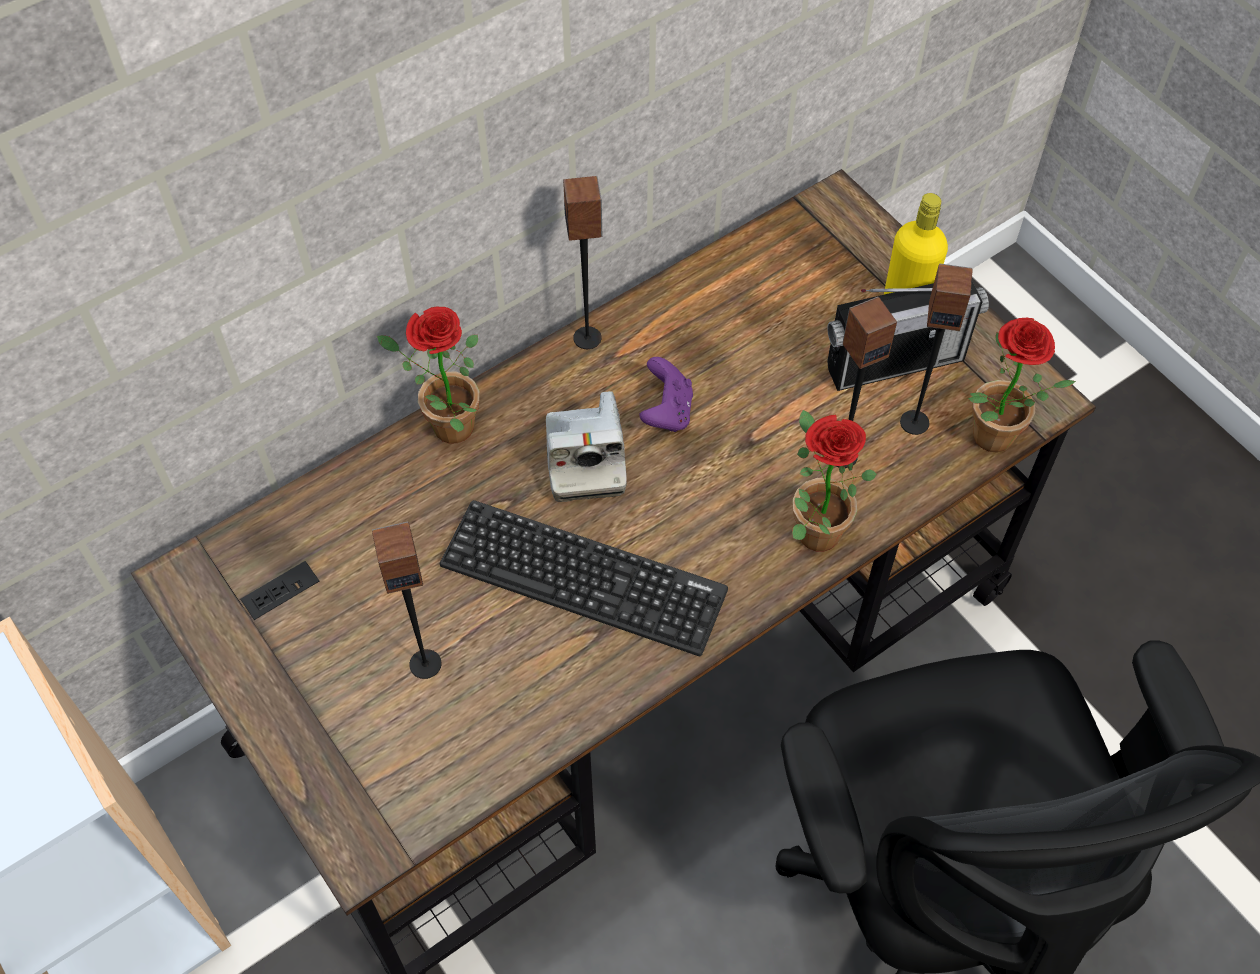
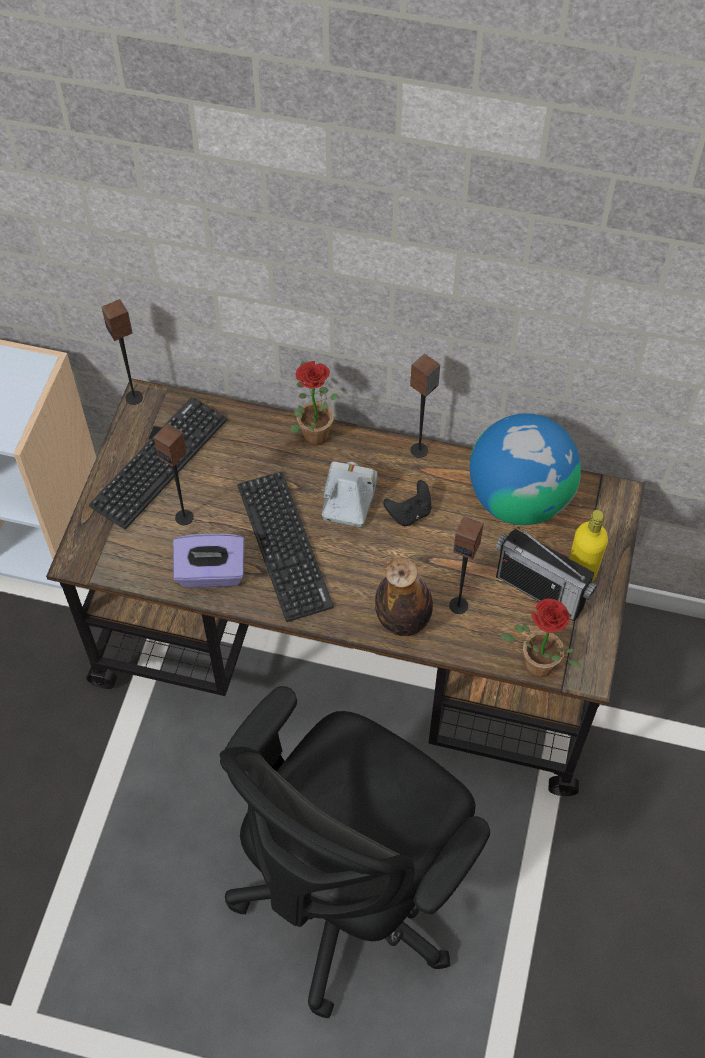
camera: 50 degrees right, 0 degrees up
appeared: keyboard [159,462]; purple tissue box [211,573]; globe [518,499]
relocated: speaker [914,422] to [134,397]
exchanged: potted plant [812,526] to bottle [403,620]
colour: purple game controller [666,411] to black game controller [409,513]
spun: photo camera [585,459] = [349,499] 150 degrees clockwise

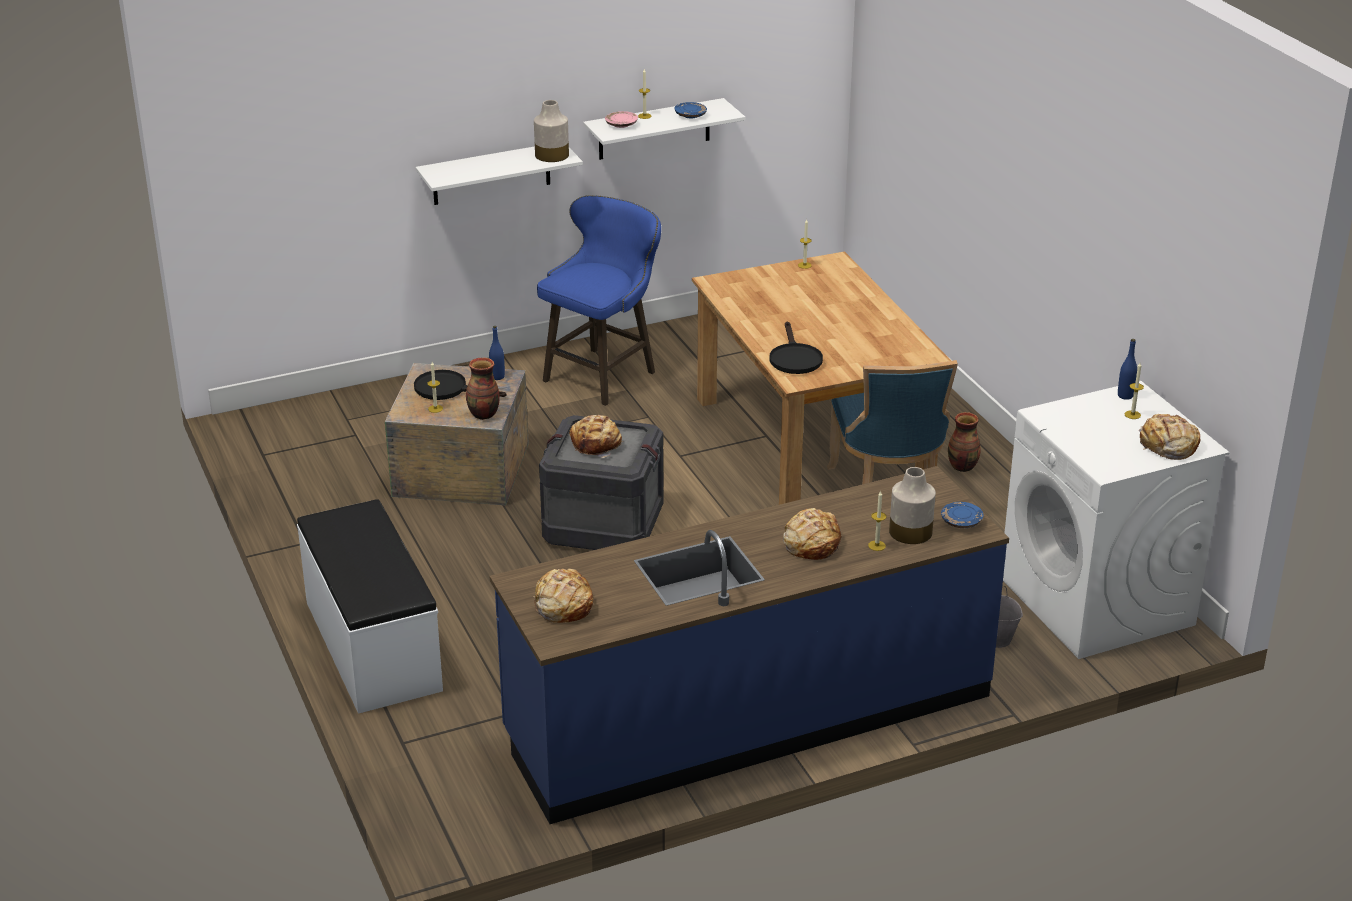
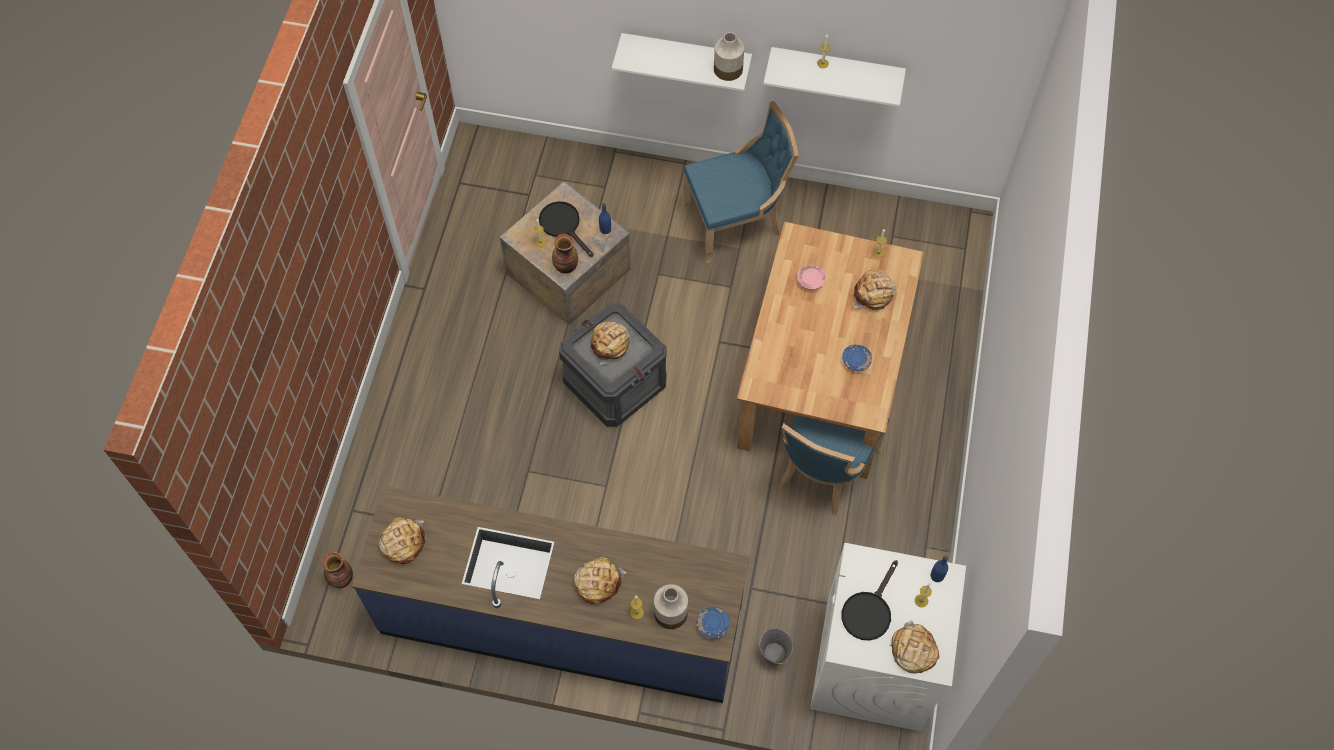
camera: 35 degrees right, 30 degrees up
missing: white bench [371,646]
appeared: bread [874,294]
relocated: pink plate [621,125] to [810,280]; blue plate [690,115] to [856,360]; black frying pan [794,358] to [868,610]; vase [963,467] to [341,579]
exchanged: blue stool [603,374] to blue chair [736,221]

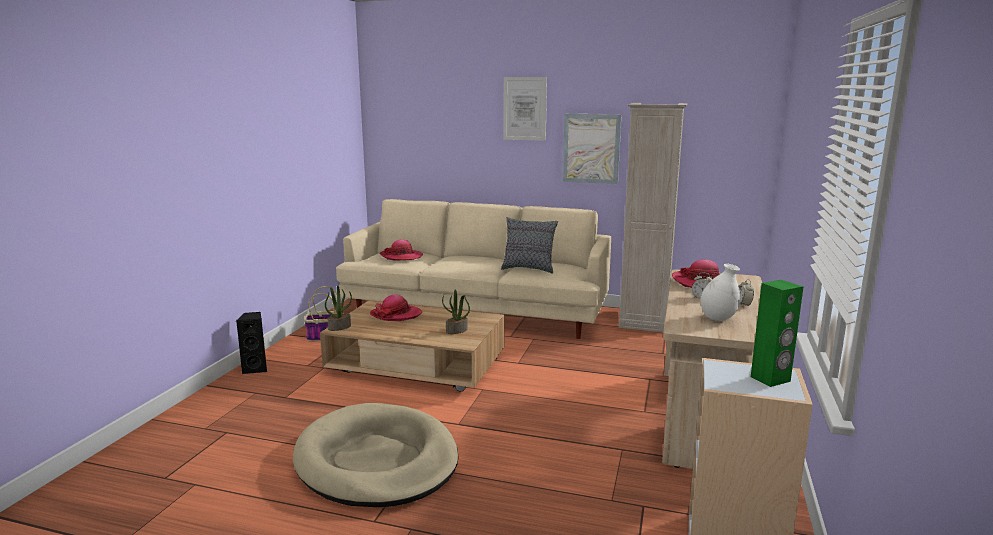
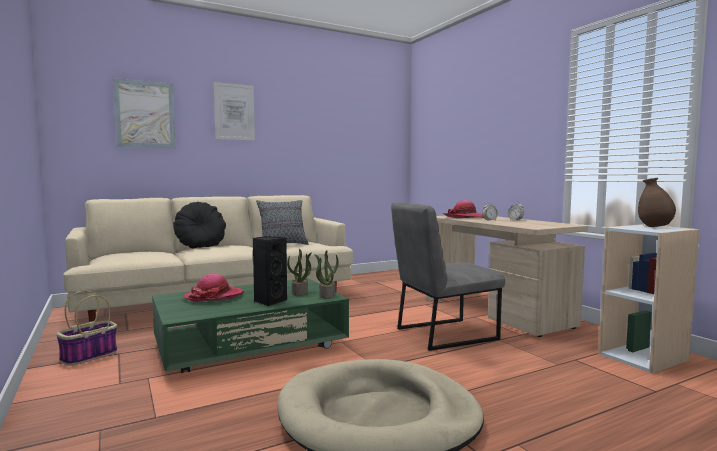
camera: 45 degrees left, 10 degrees down
missing: hat [401,256]; beige cabinet [644,321]; white vase [718,319]
appeared: black pillow [200,247]; grey chair [443,334]
relocated: black speaker [256,368] to [269,301]; potted plant [339,327] to [327,295]; picture [591,148] to [145,114]
exchanged: green speaker [770,379] to brown vase [655,227]
colour: brown coffee table [417,366] to green coffee table [250,346]

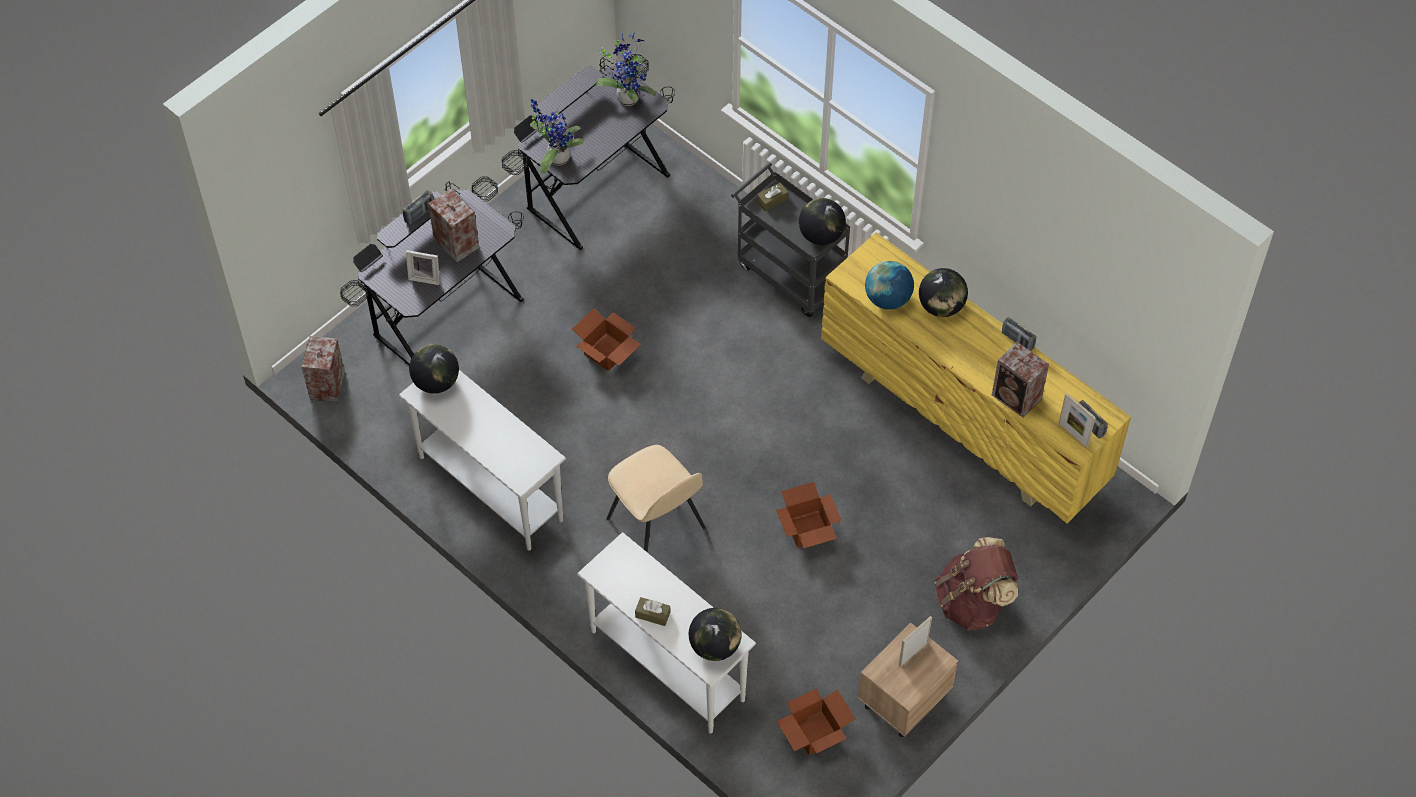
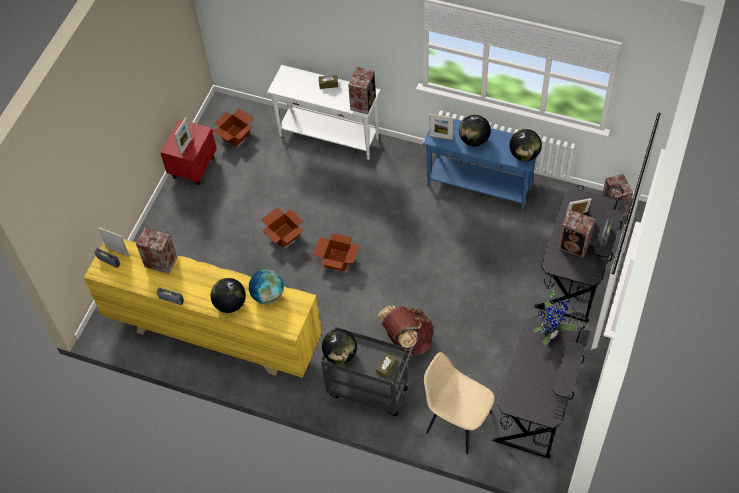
camera: 160 degrees right, 0 degrees up
missing: potted plant [628,96]
appeared: speaker [363,102]; picture frame [441,137]
relocated: cardboard box [607,353] to [337,259]; beige chair [657,525] to [457,421]; globe [714,646] to [474,140]; brown backpack [972,602] to [407,340]
colour: white console table [489,489] to blue console table [479,187]; beige nightstand [903,701] to red nightstand [194,167]

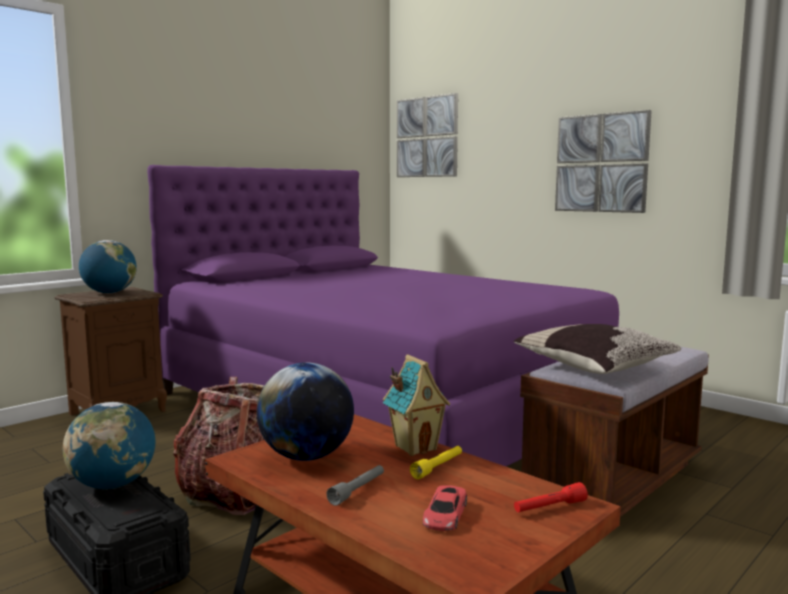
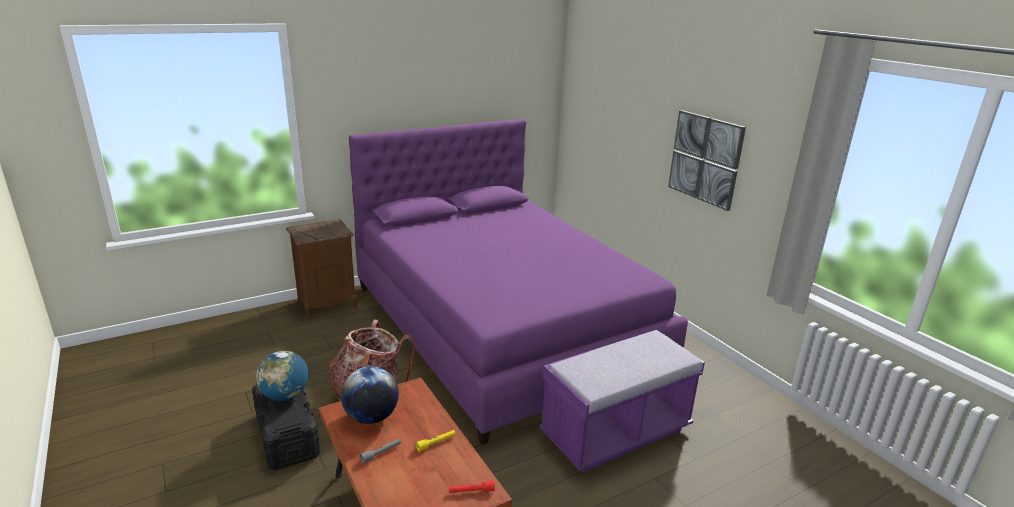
camera: 15 degrees right, 15 degrees up
missing: globe [109,293]; toy house [415,447]; picture [427,137]; red toy car [445,515]; pillow [594,367]
colour: brown bench [613,478] to purple bench [615,432]

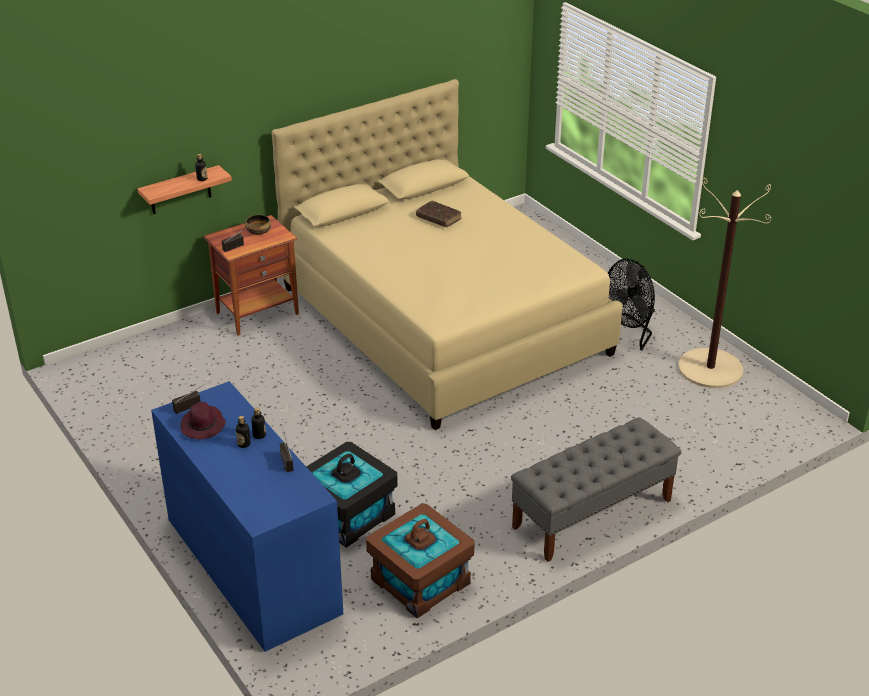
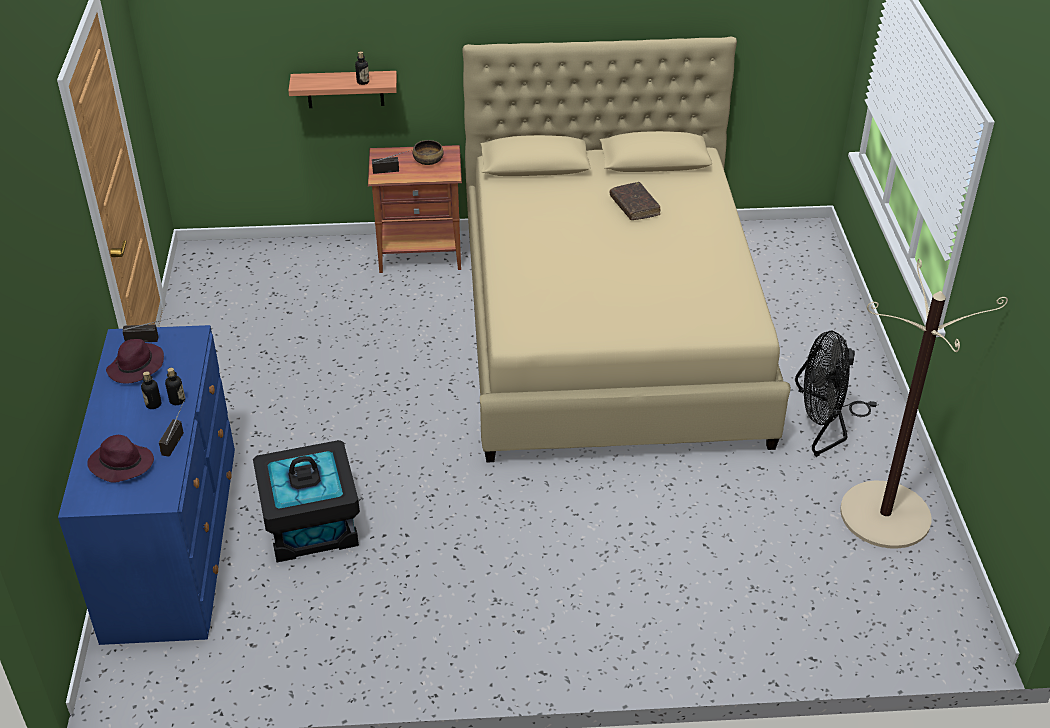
camera: 30 degrees right, 5 degrees up
missing: brown storage box [421,582]; grey bench [592,514]
appeared: purple hat [120,464]

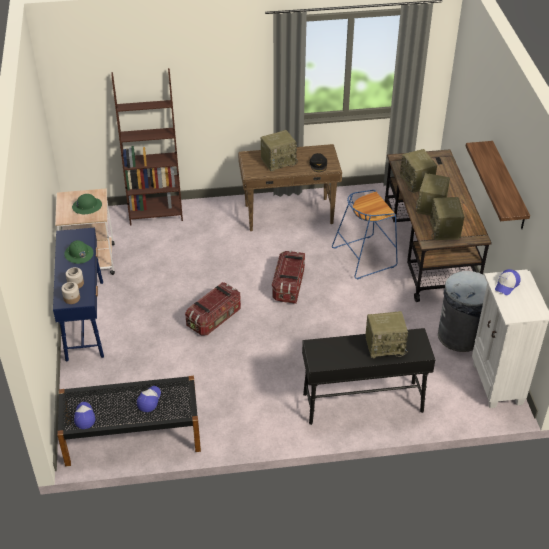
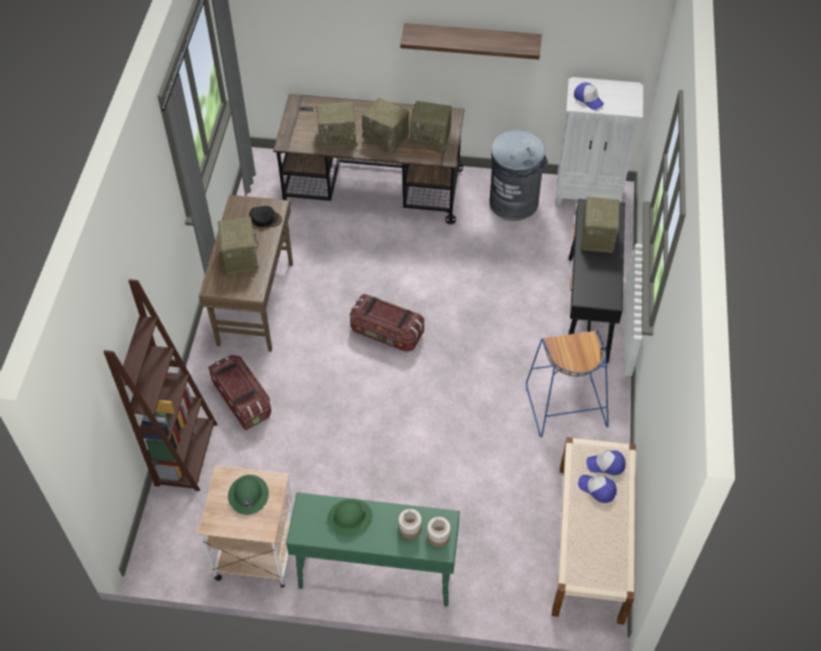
camera: 75 degrees left, 10 degrees up
relocated: cap [84,417] to [606,465]; storage box [215,318] to [242,400]; blue stool [364,256] to [564,405]
colour: blue console table [86,320] to green console table [376,572]; black bench [132,436] to beige bench [591,542]

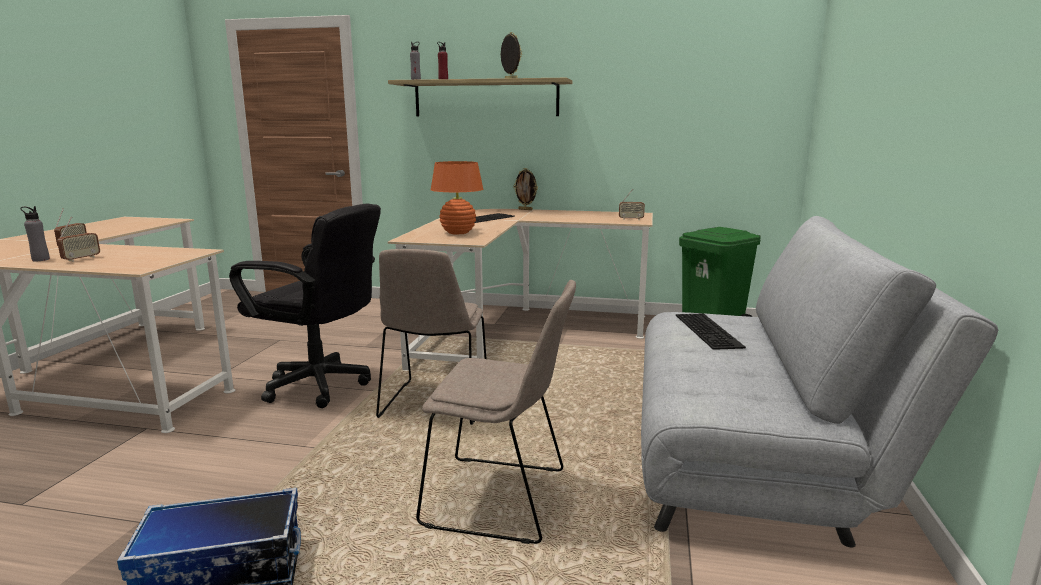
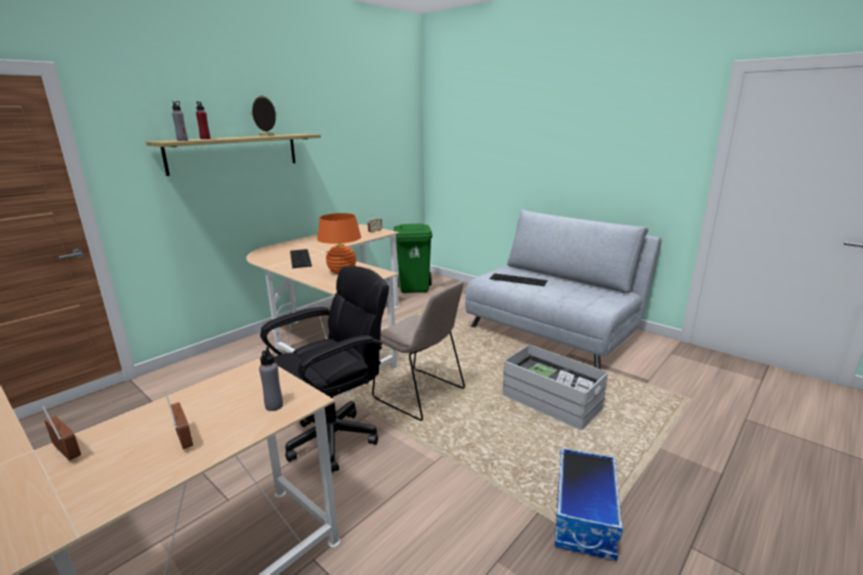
camera: 60 degrees left, 5 degrees up
missing: picture frame [525,209]
relocated: grey bottle [40,259] to [274,406]
exchanged: beige chair [501,499] to grey storage box [552,401]

